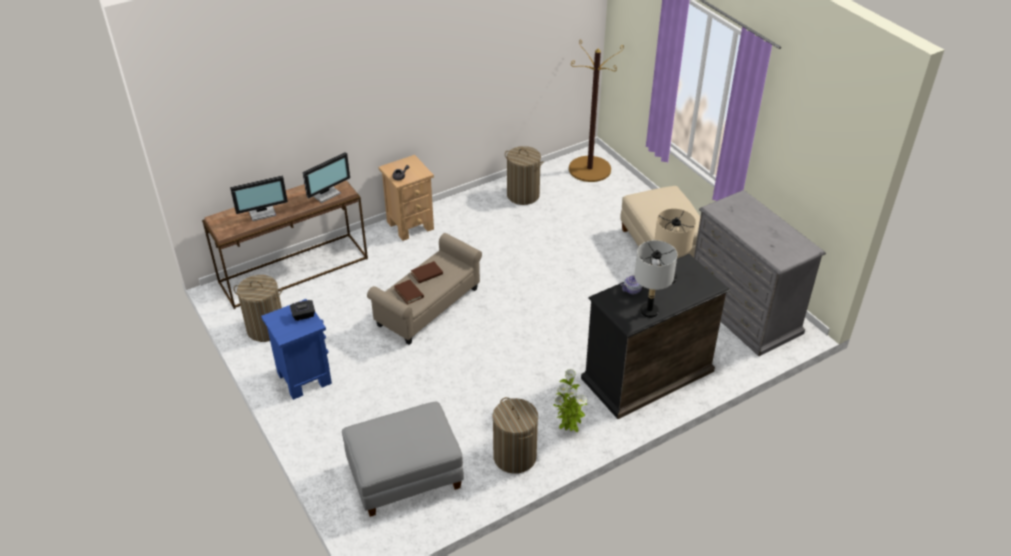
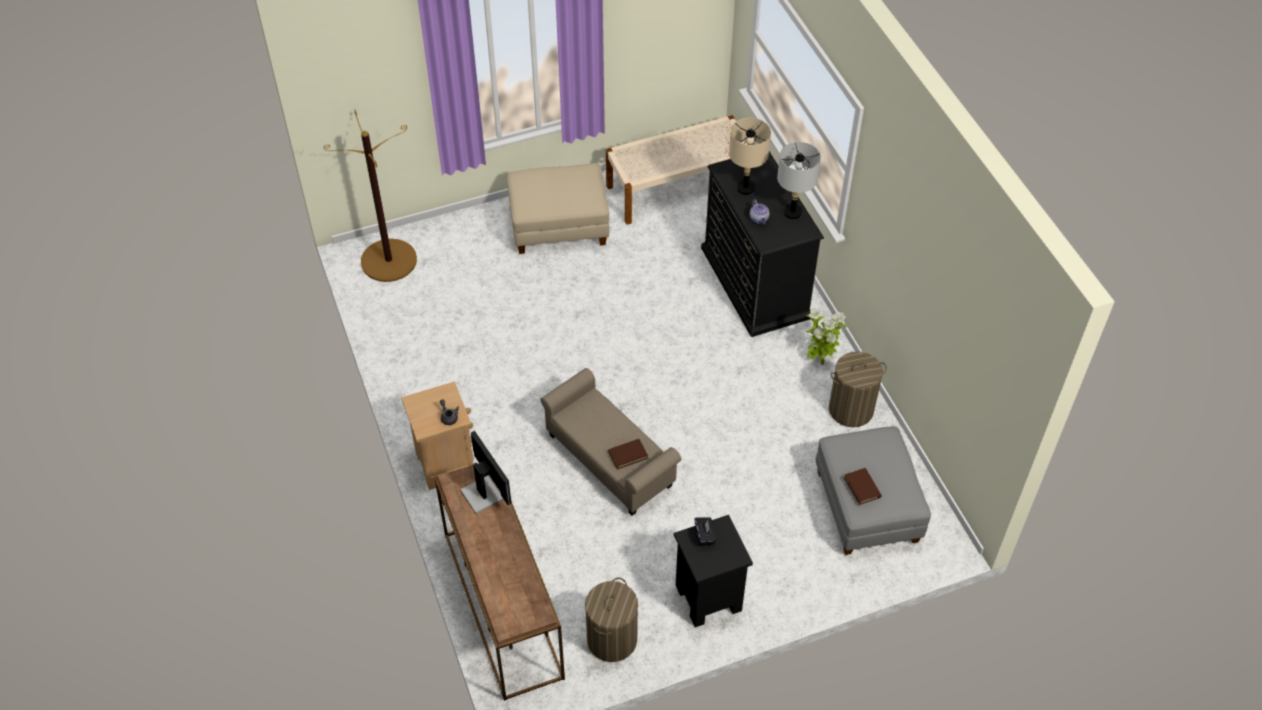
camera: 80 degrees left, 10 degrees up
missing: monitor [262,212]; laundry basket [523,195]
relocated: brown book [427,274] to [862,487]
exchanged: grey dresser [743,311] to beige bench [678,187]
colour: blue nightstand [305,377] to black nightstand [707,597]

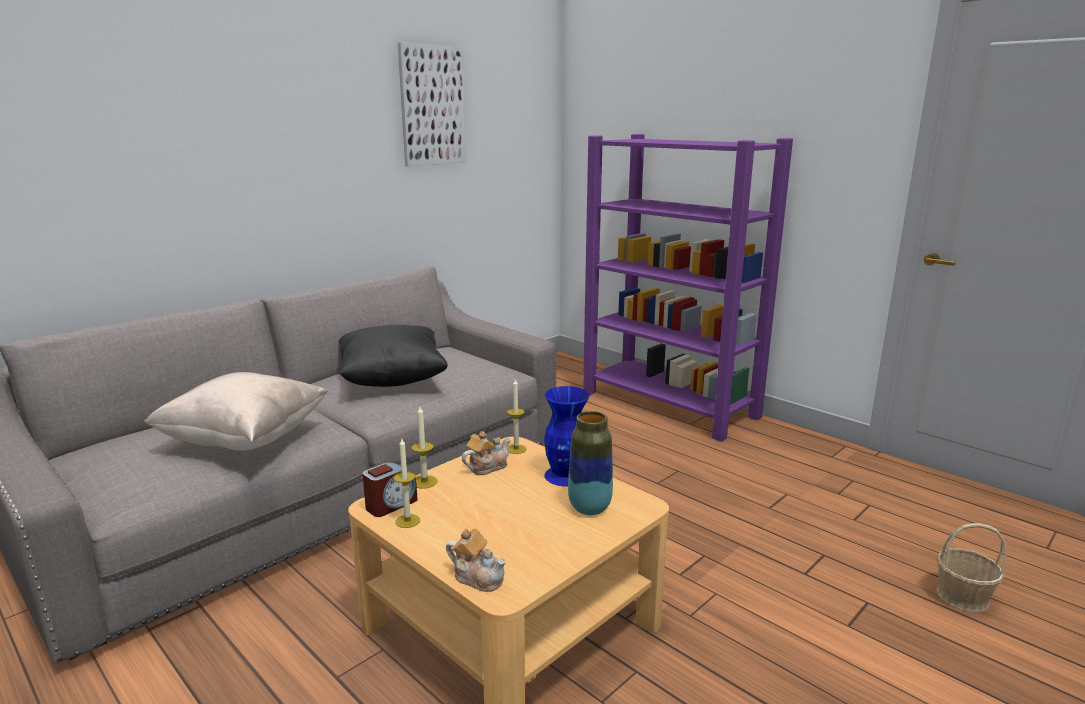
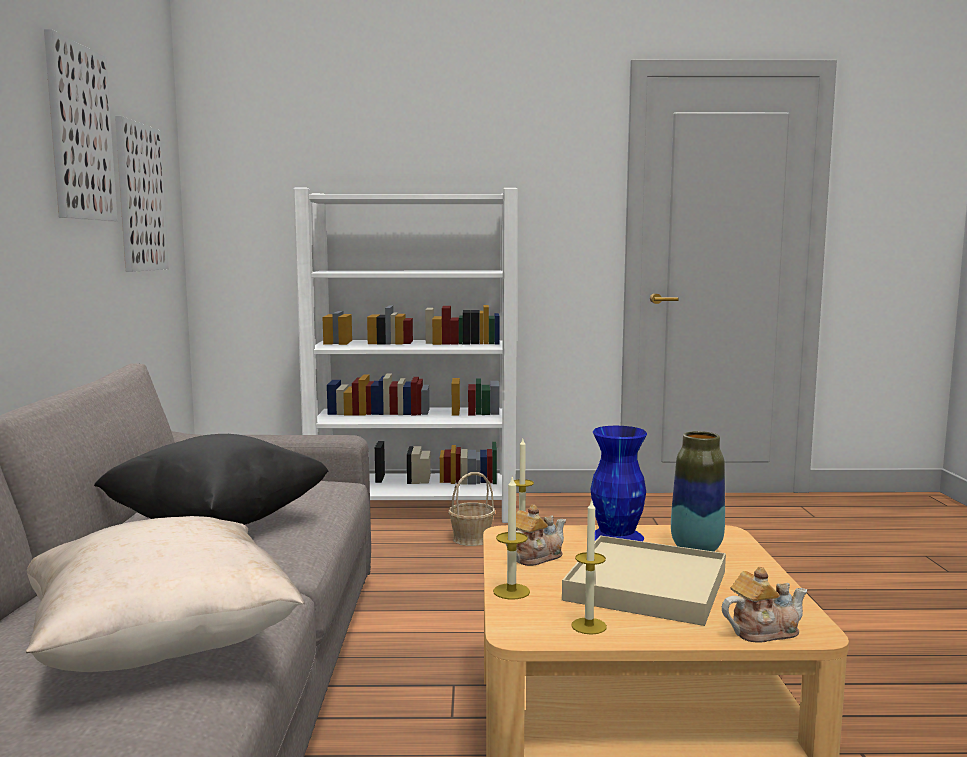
camera: 45 degrees left, 10 degrees down
missing: alarm clock [391,505]
appeared: picture [140,197]; beige tray [646,586]
relocated: basket [962,596] to [471,539]
colour: purple bookcase [669,404] to white bookcase [414,508]
spun: teapot [486,467] = [535,557] 45 degrees clockwise

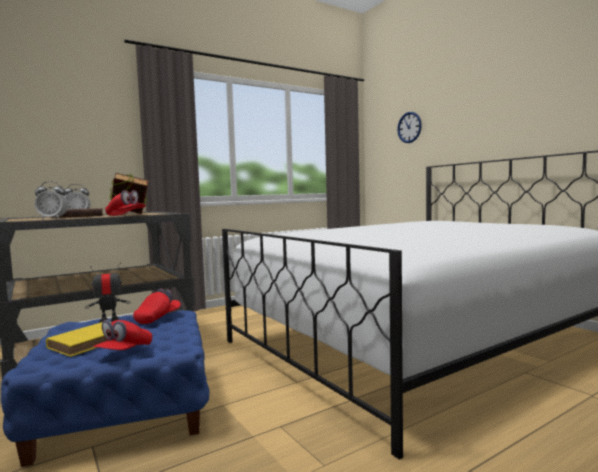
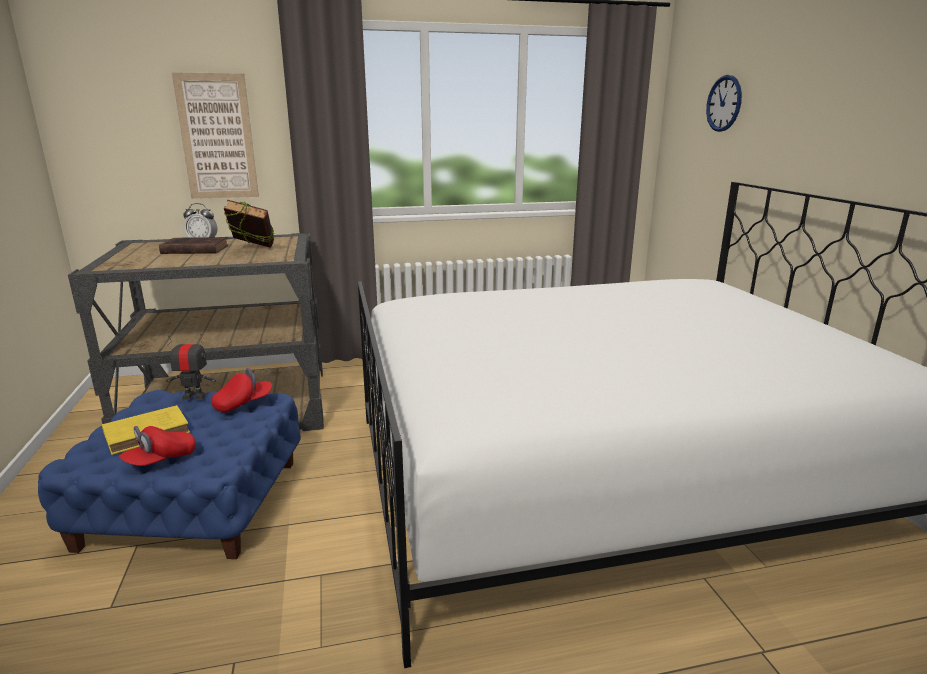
camera: 20 degrees right, 15 degrees up
missing: alarm clock [52,218]; red cap [126,215]
appeared: picture [217,137]

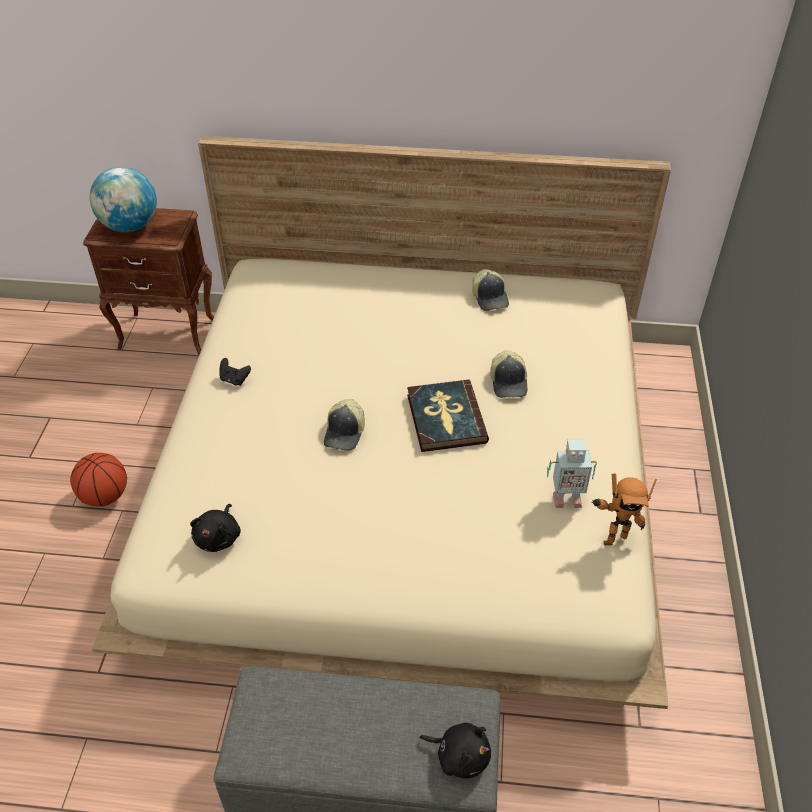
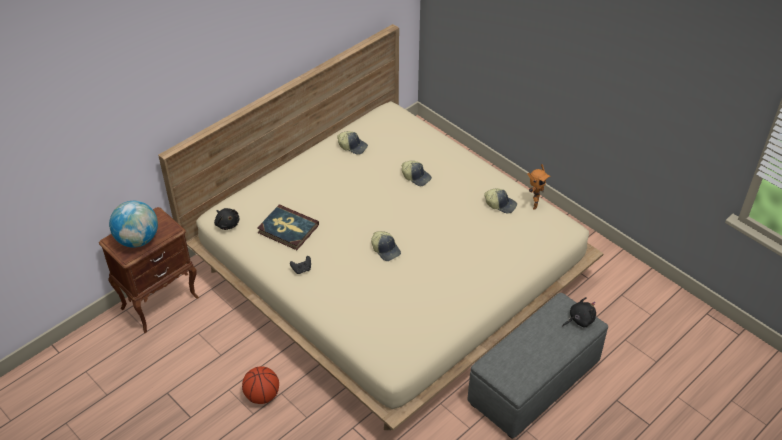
camera: 50 degrees left, 0 degrees up
relocated: black plush toy [219,537] to [227,223]; book [445,418] to [288,229]
exchanged: toy robot [565,498] to cap [500,204]

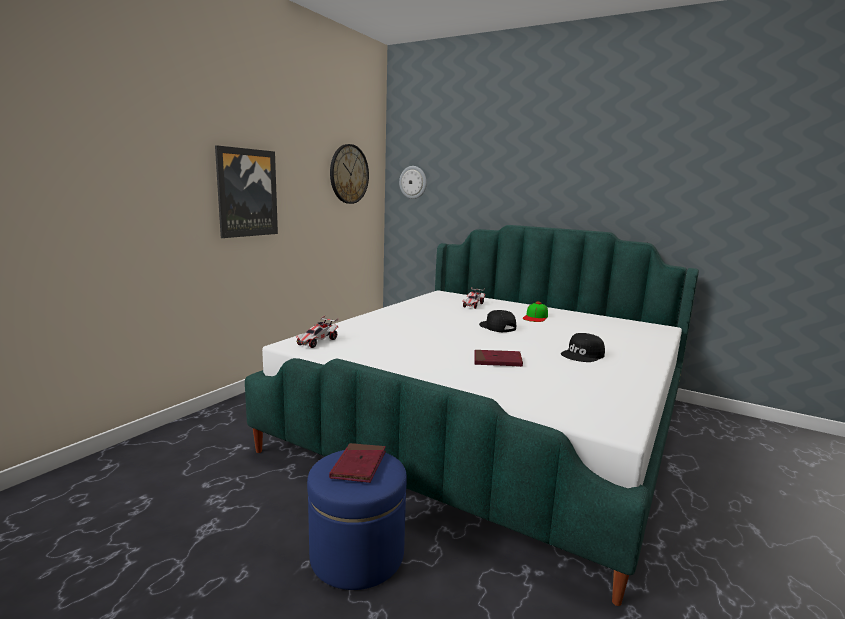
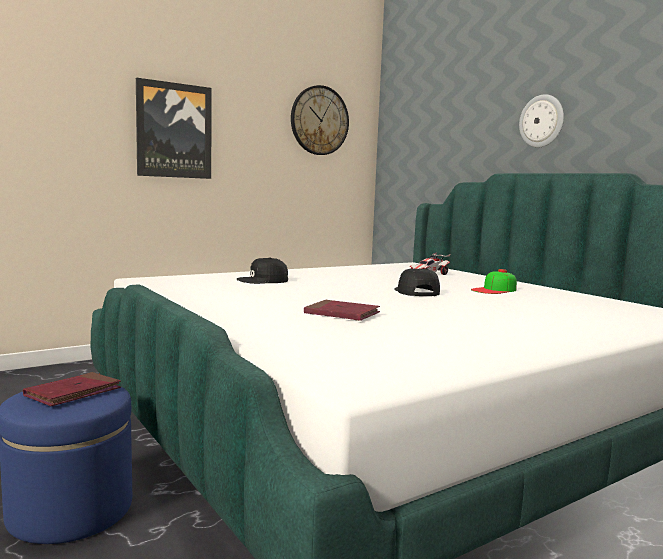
camera: 25 degrees right, 5 degrees down
missing: toy car [317,342]
relocated: wall clock [413,182] to [541,121]; black cap [583,355] to [263,280]

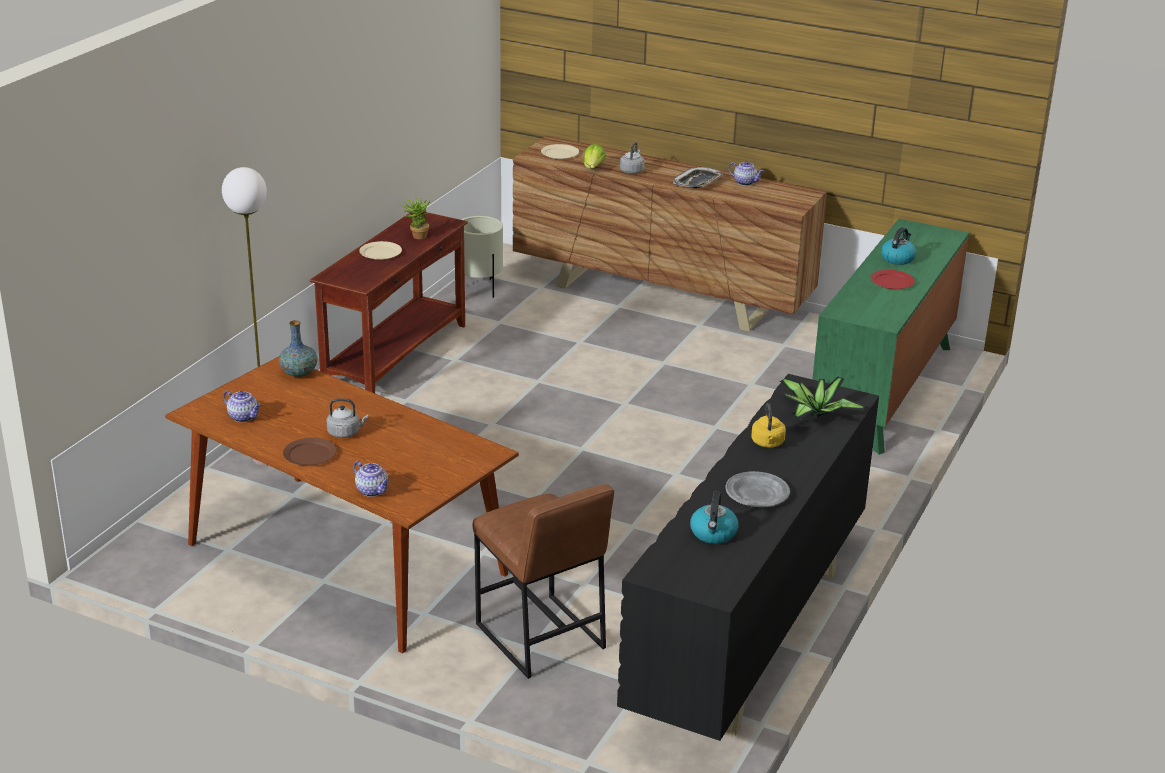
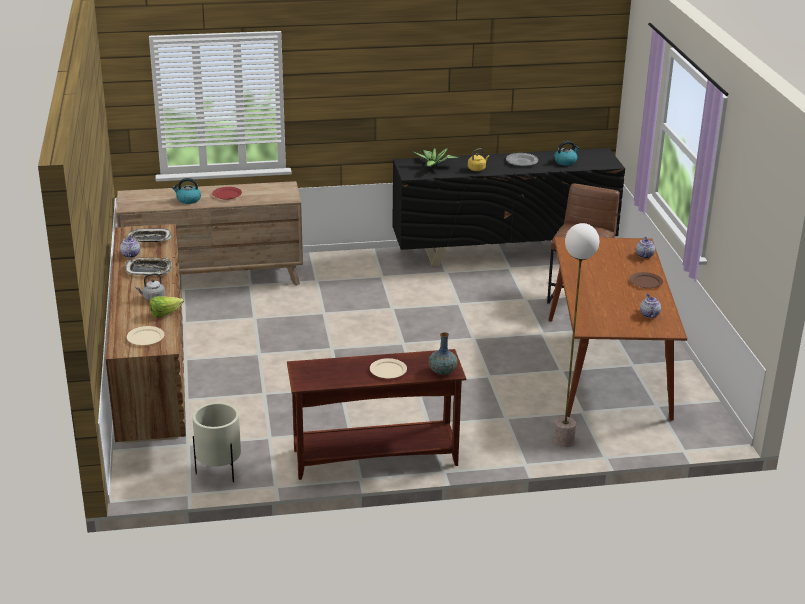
camera: 125 degrees left, 0 degrees up
missing: grey kettle [345,433]; potted plant [416,236]
appeared: tray [148,239]
relocated: vase [299,373] to [442,372]
colour: green dresser [883,390] to brown dresser [214,278]

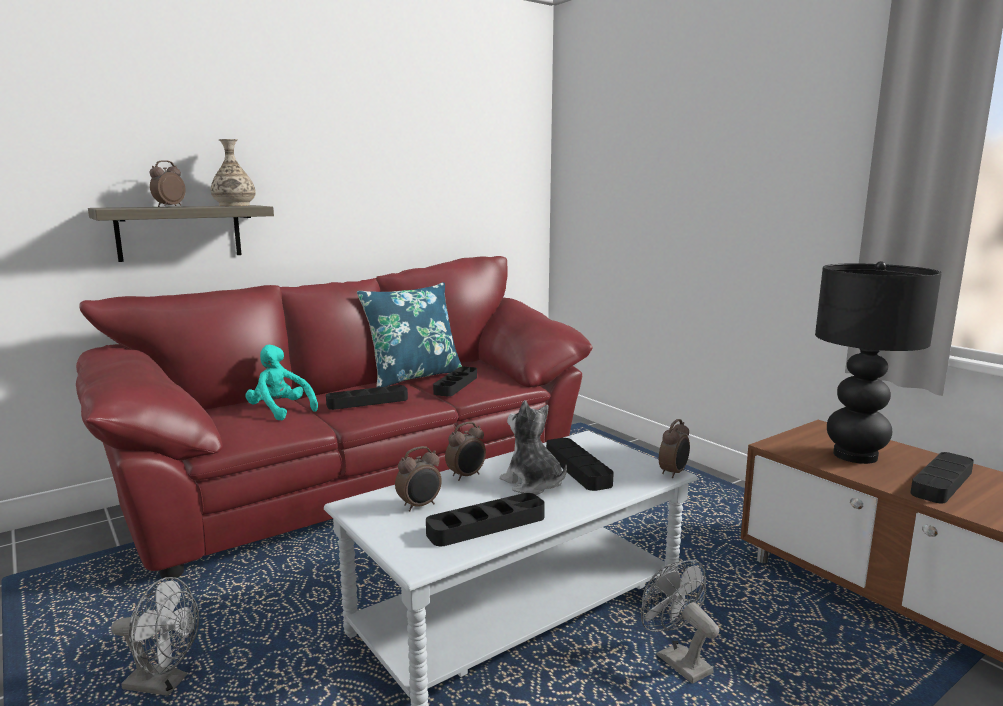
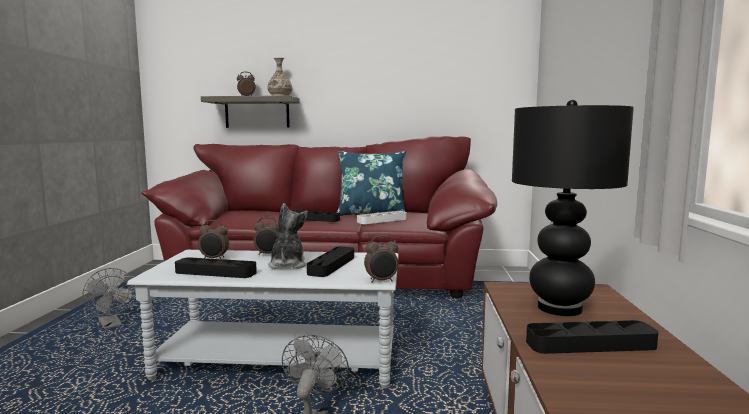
camera: 40 degrees right, 5 degrees down
missing: turquoise plush toy [280,411]
colour: black tray [456,385] to white tray [382,220]

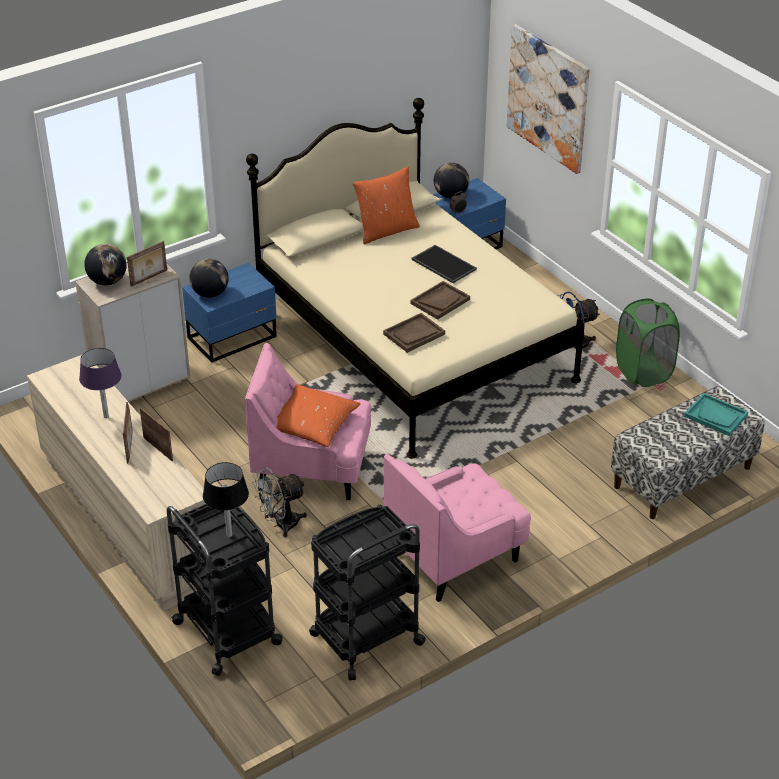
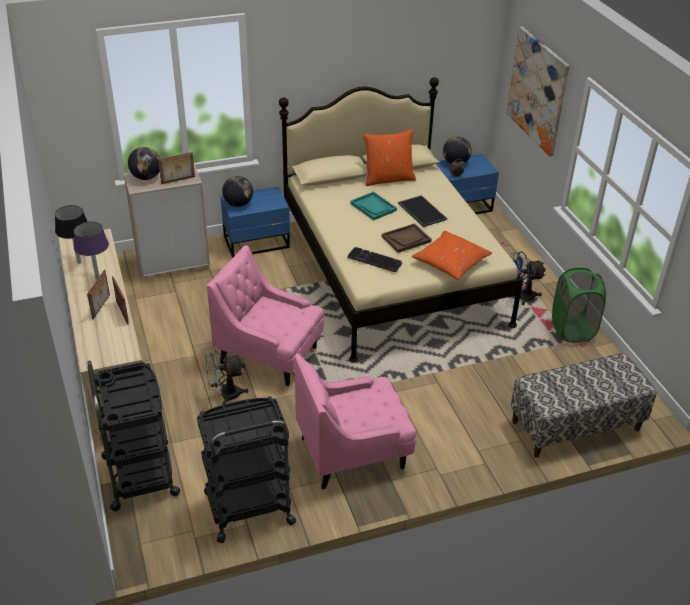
camera: 15 degrees right, 0 degrees up
relocated: black table lamp [229,535] to [79,262]; orange pillow [312,424] to [450,262]; turquoise tray [716,416] to [373,207]
exchanged: brown tray [414,334] to keyboard [373,261]

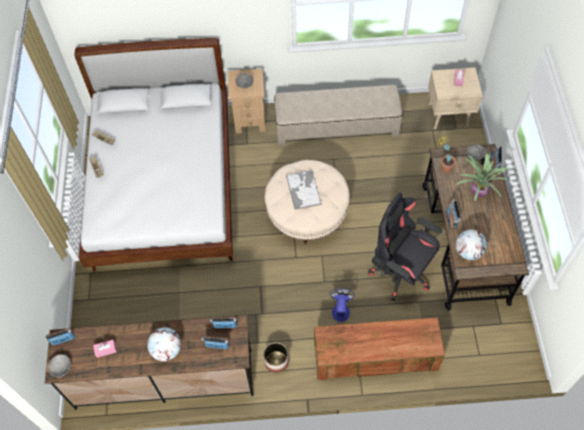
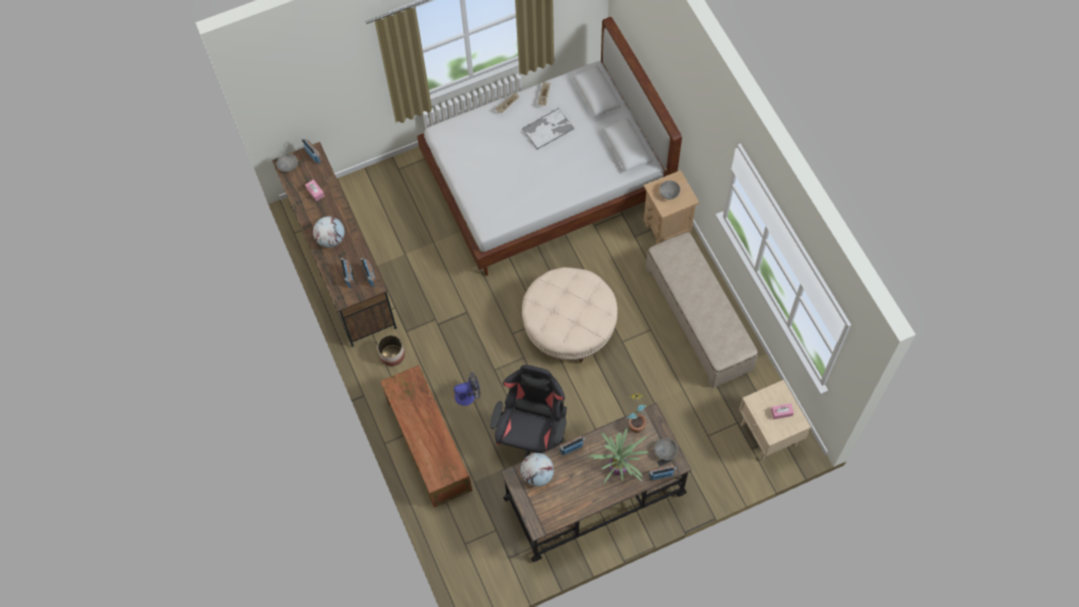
camera: 70 degrees right, 5 degrees up
relocated: tray [303,189] to [548,129]

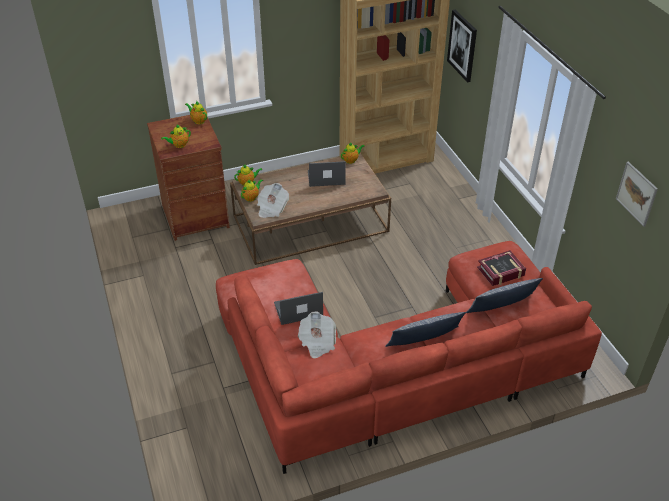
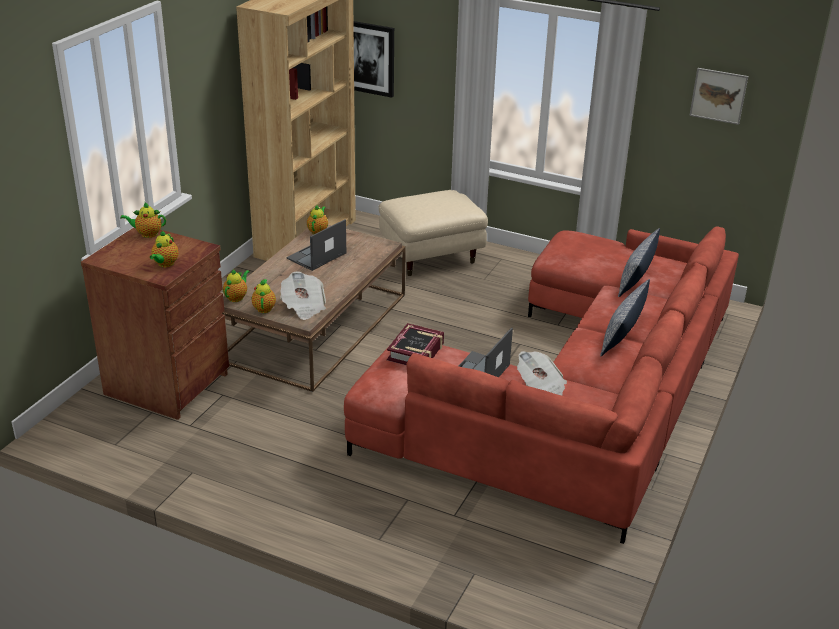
camera: 45 degrees left, 10 degrees down
appeared: beige ottoman [432,257]
relocated: book [501,272] to [416,352]

